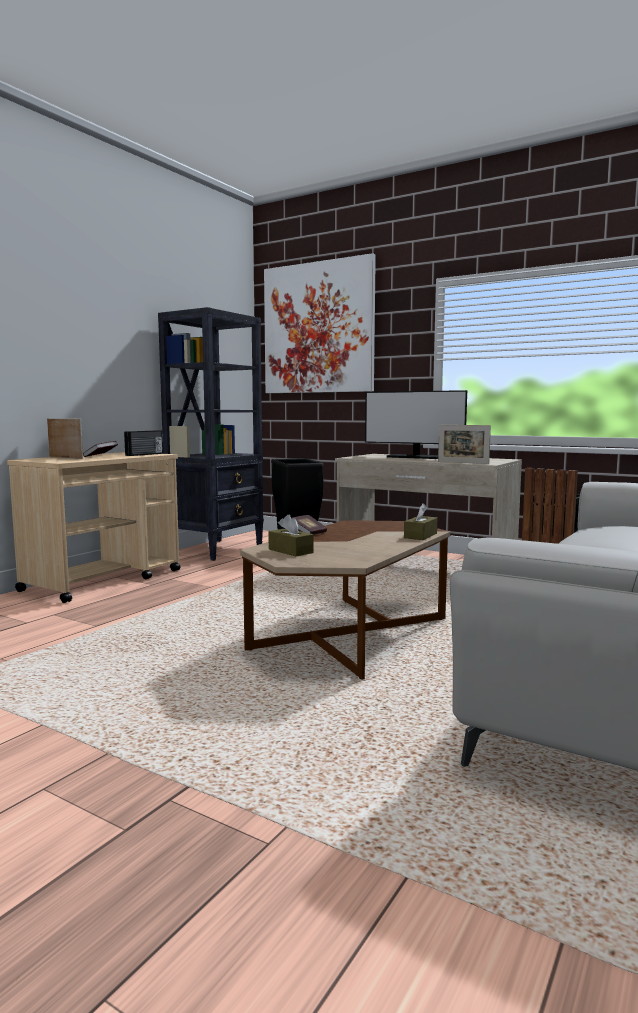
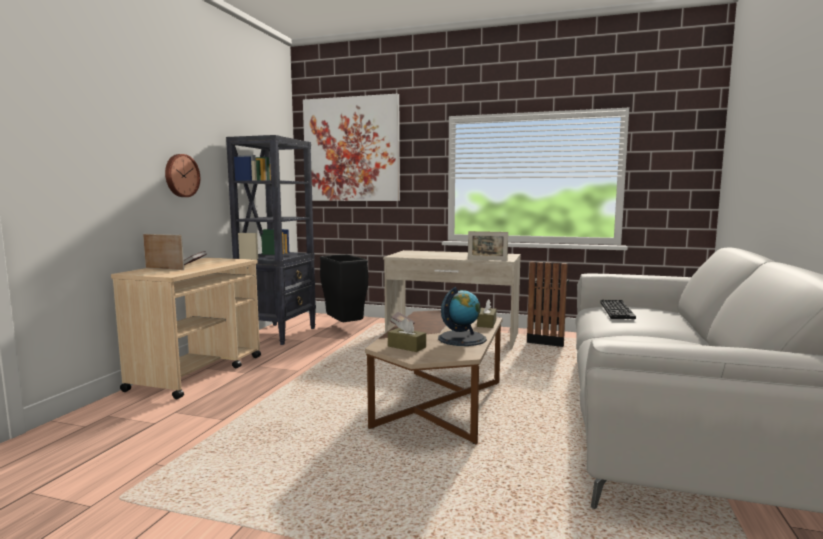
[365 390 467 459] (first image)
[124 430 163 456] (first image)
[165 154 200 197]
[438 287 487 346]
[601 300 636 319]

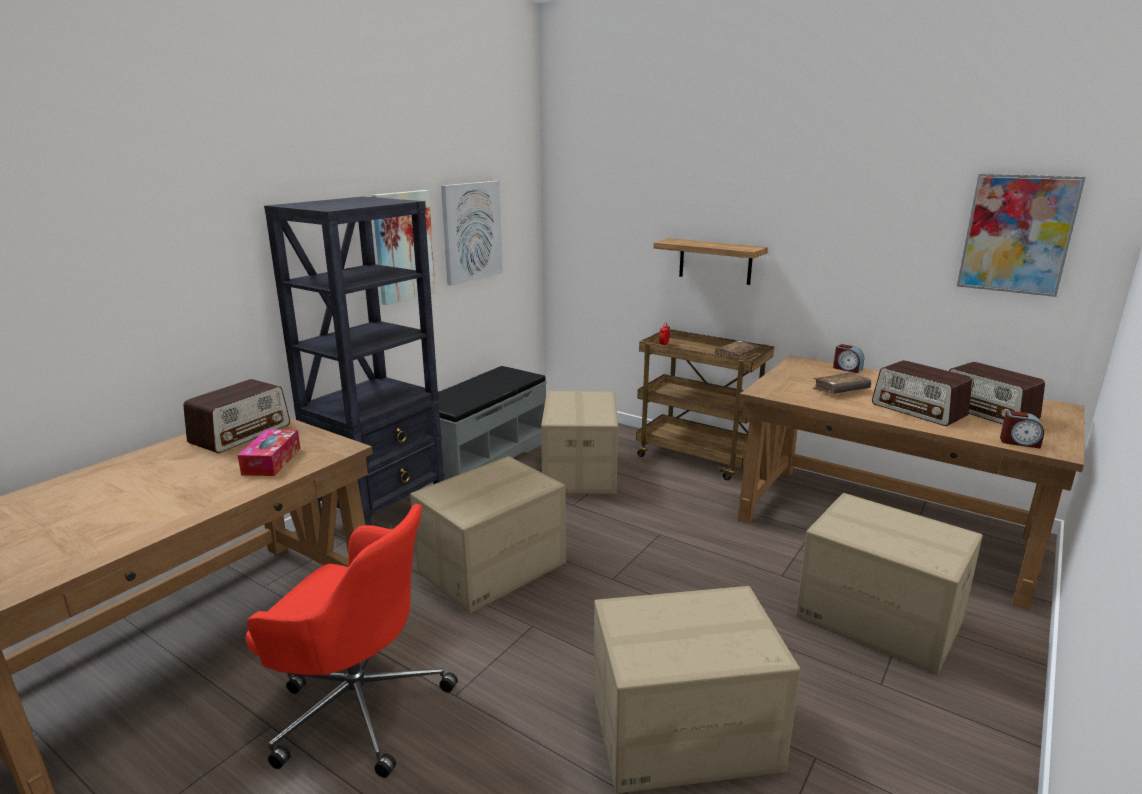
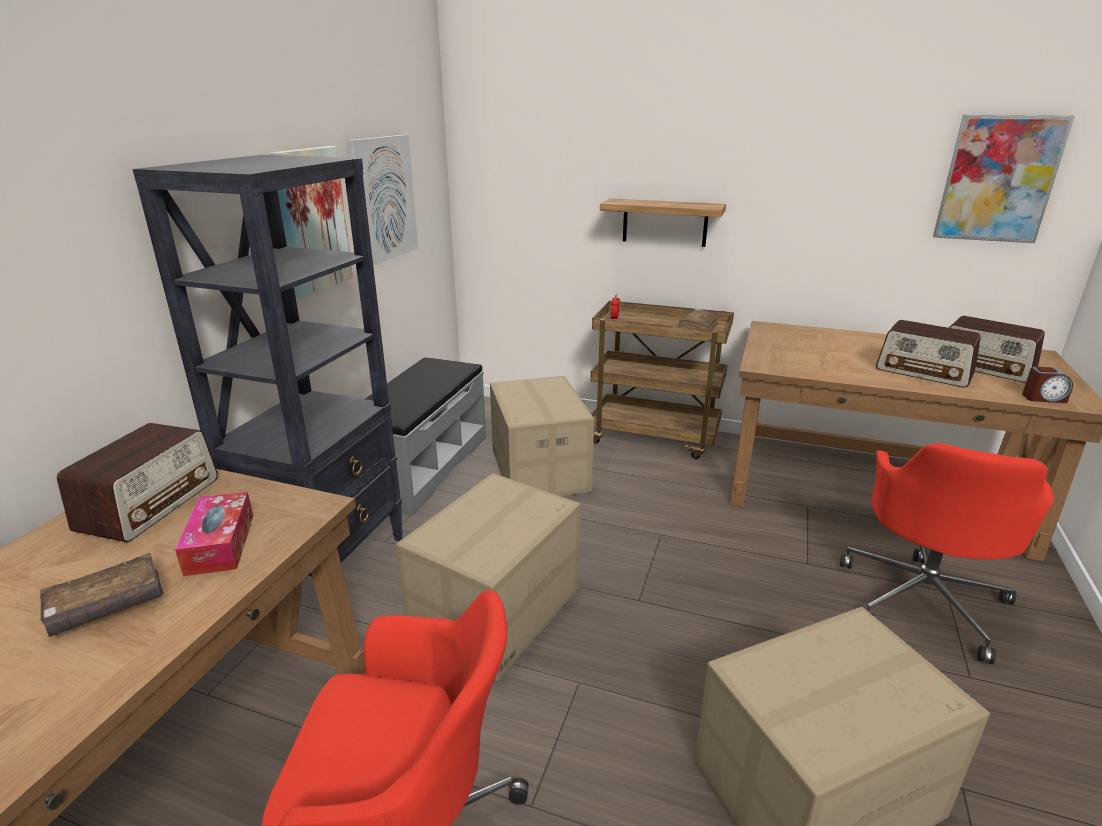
[833 344 864 373] (first image)
[40 553 164 637]
[840 443 1054 664]

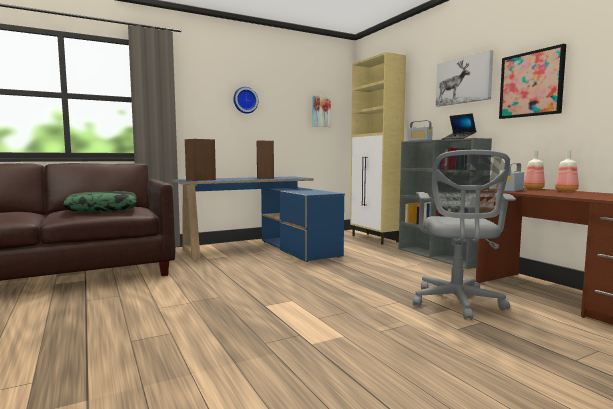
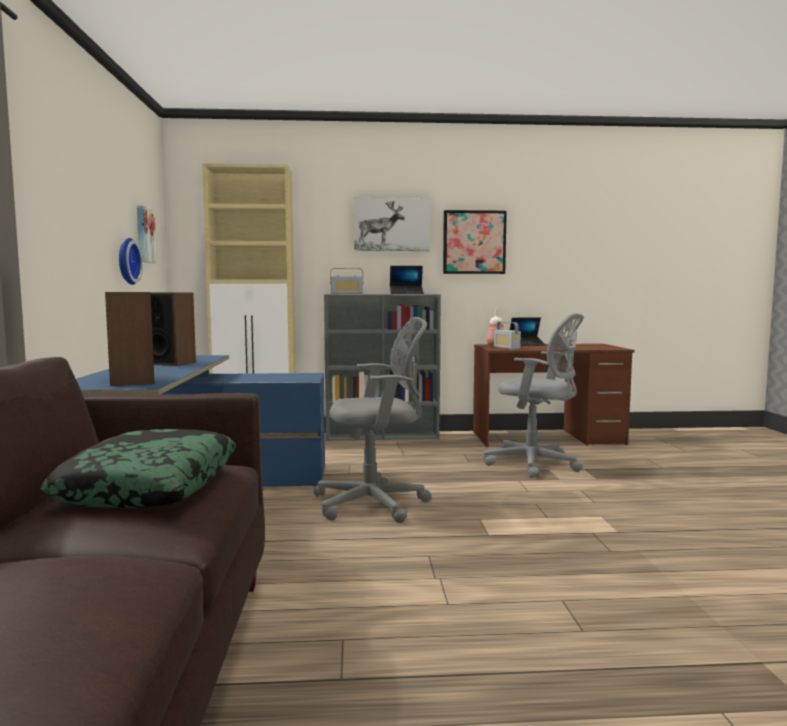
[119 238 143 285]
[510 317 546 346]
[313 317 432 523]

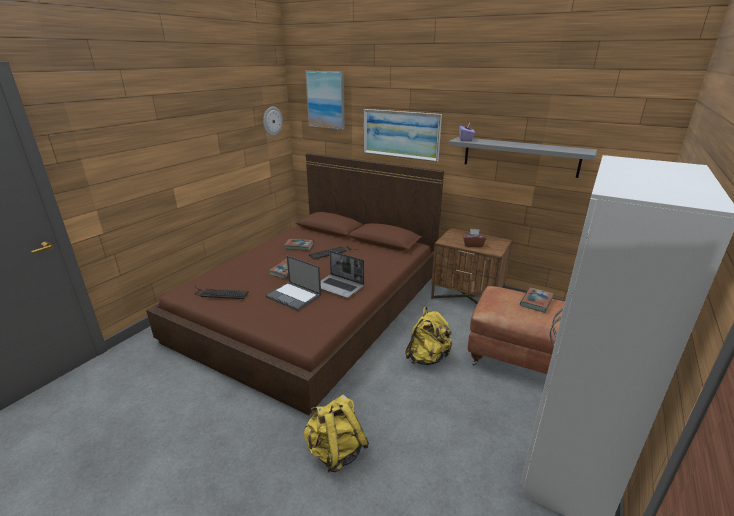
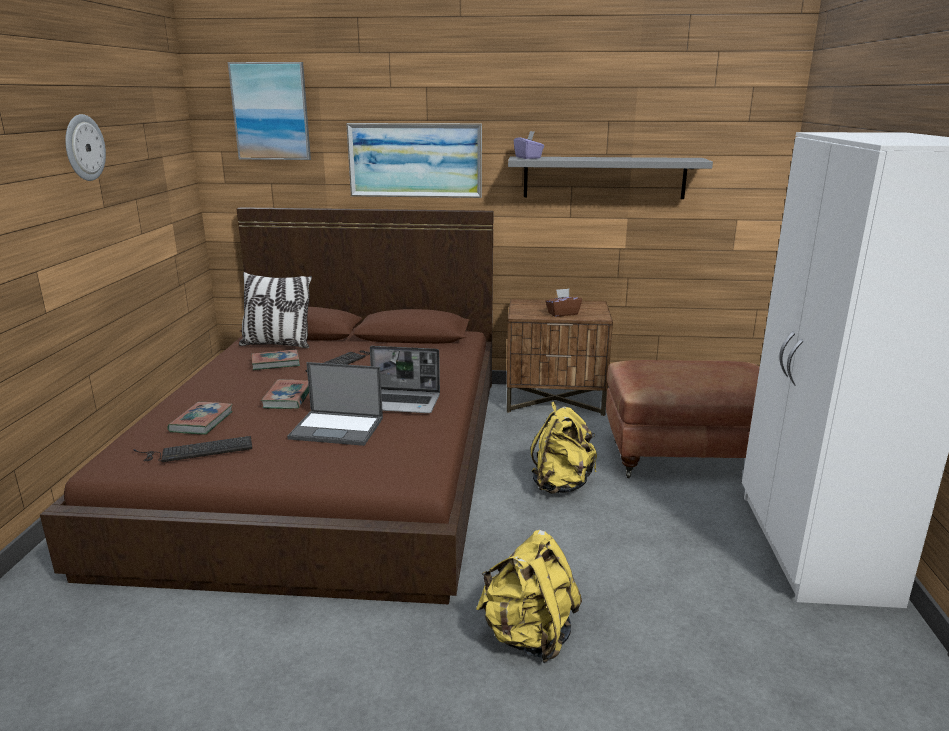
[65 114 106 181]
[167 402 233 435]
[239 272 312 348]

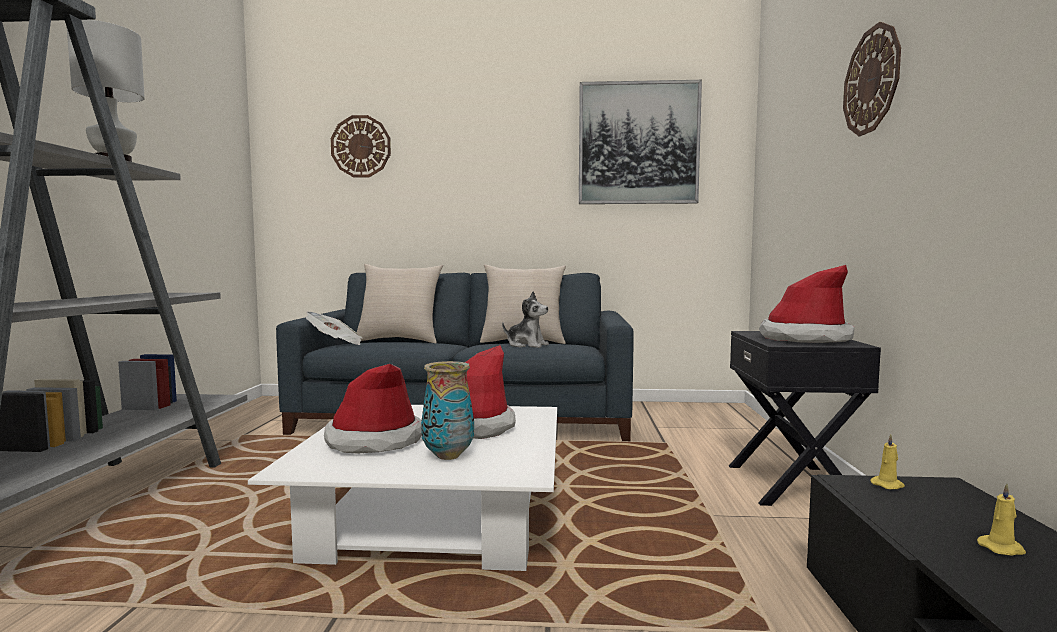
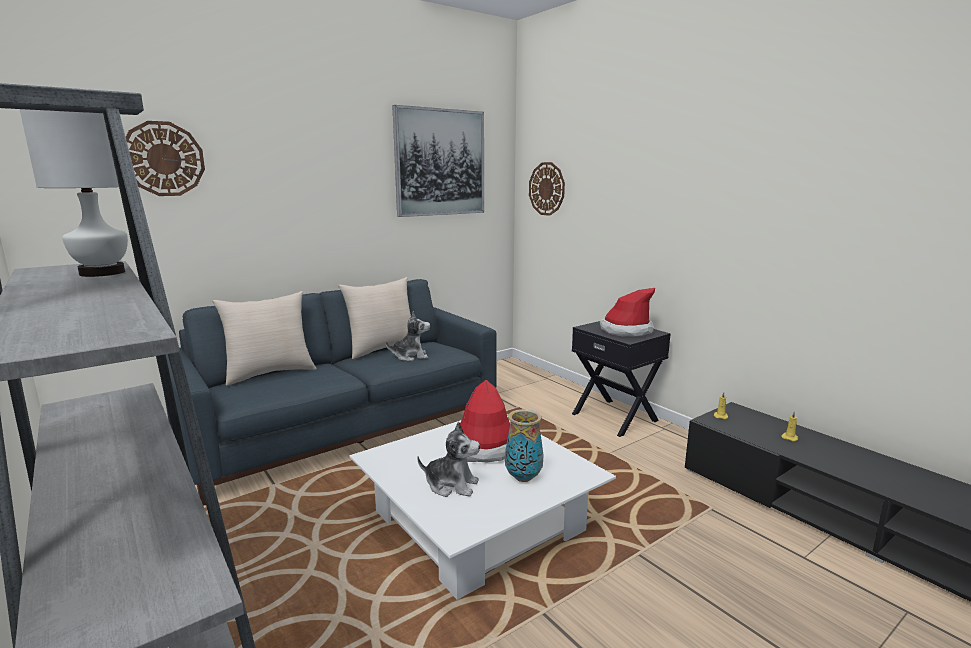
[529 162 565 216]
[306 311 363 345] (first image)
[417 422 480 497]

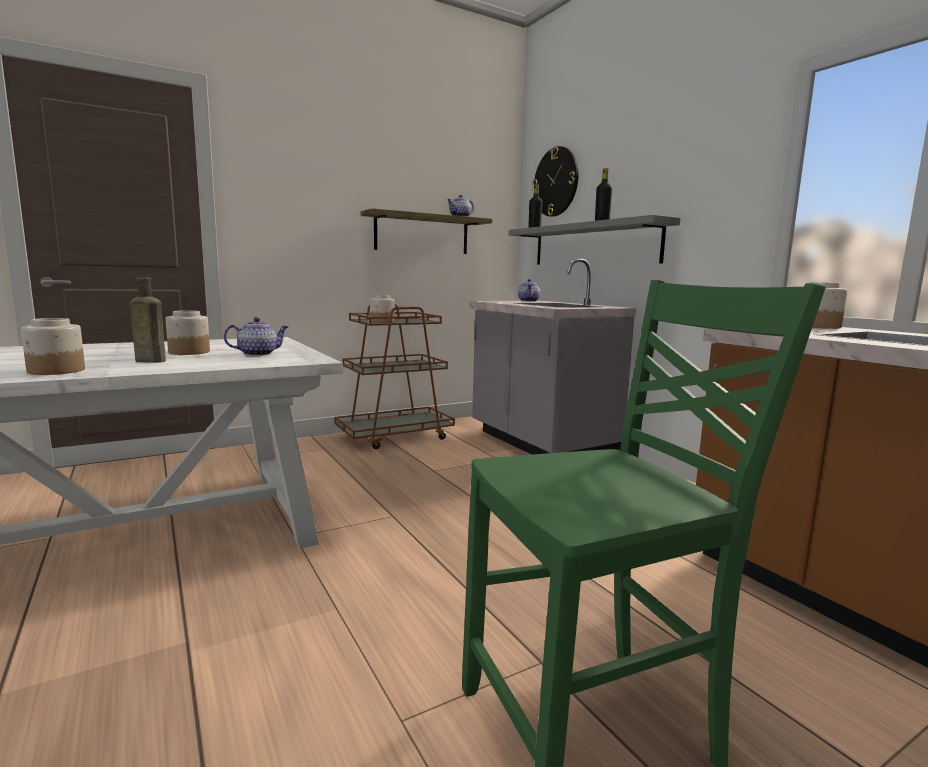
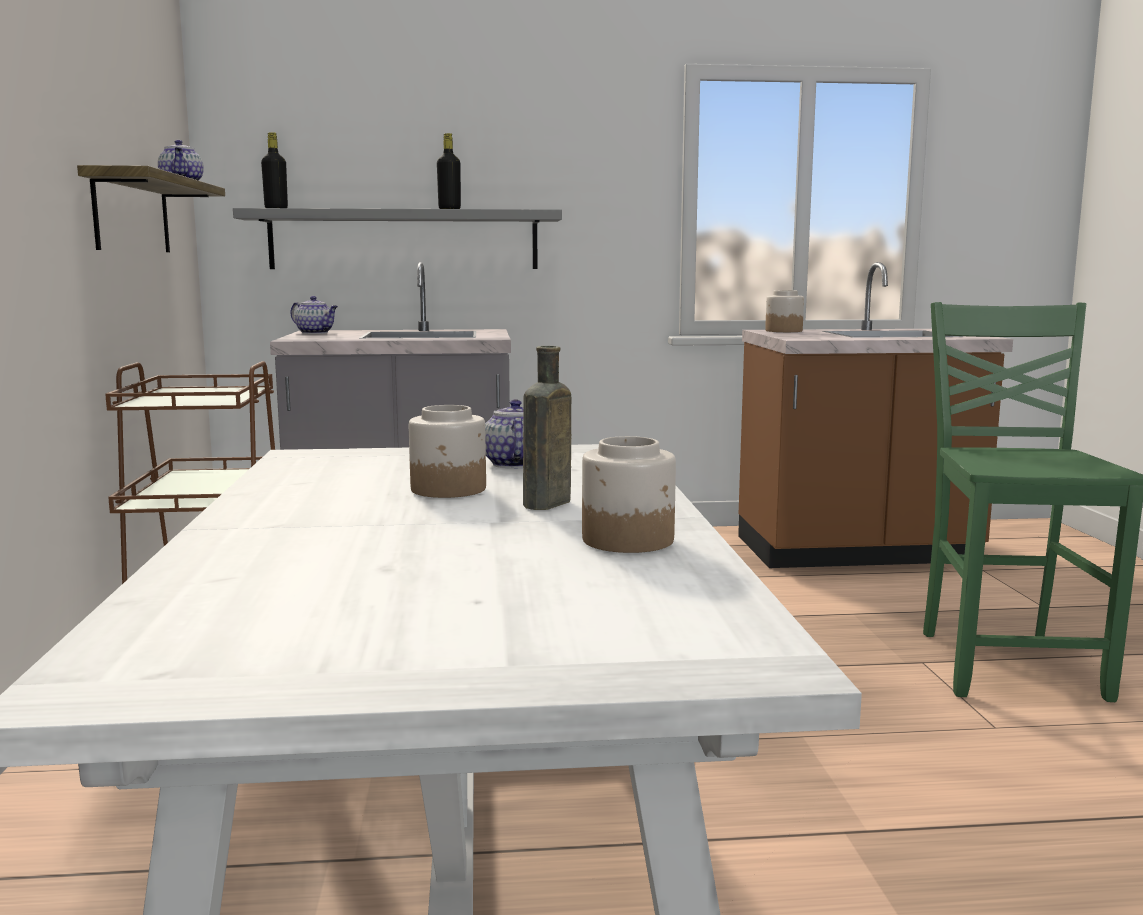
[532 146 579 217] (first image)
[370 295 395 323] (first image)

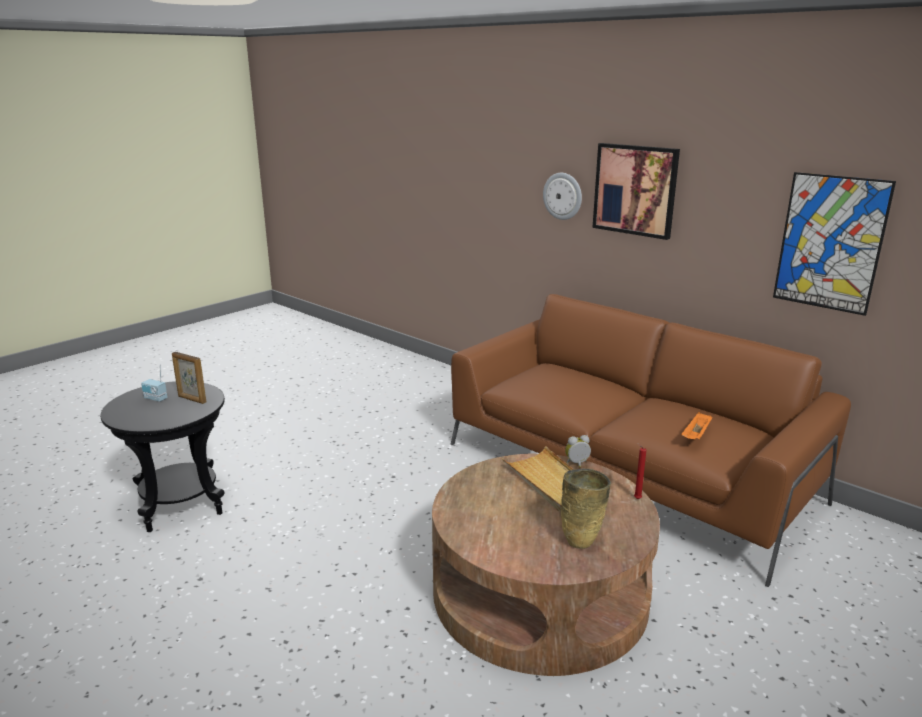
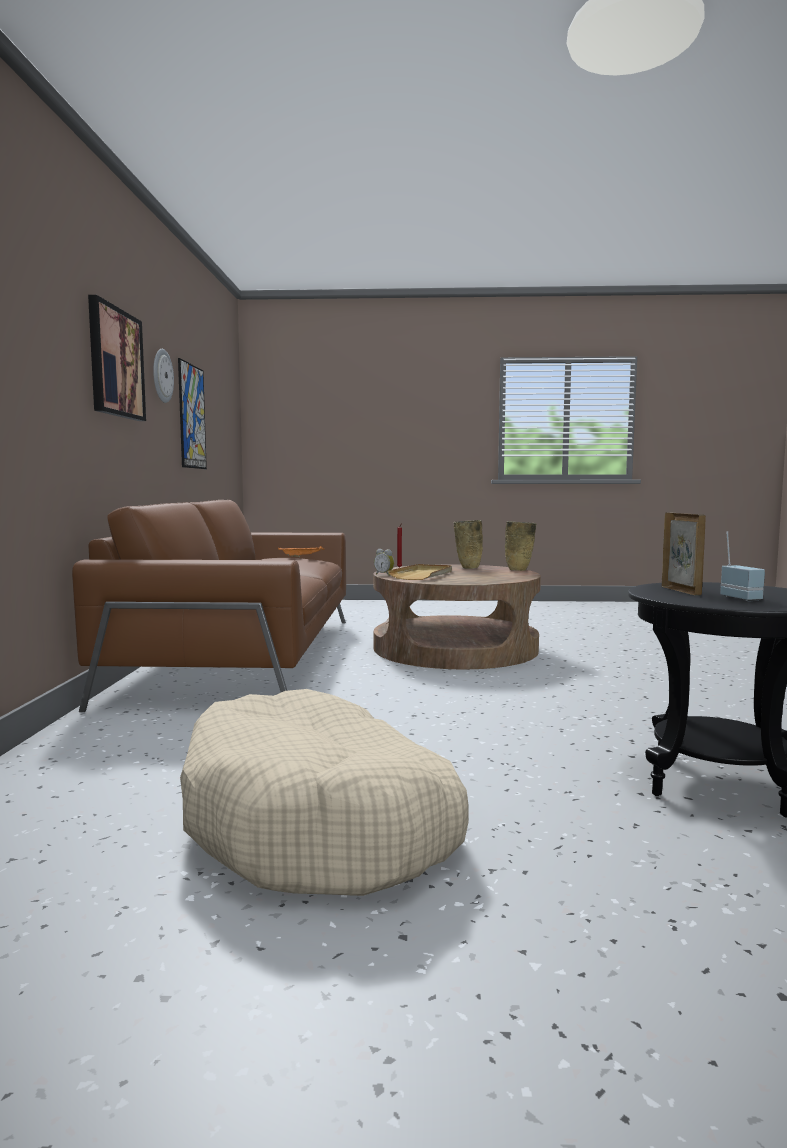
[153 349 174 403]
[505 521 536 571]
[180 689 469 896]

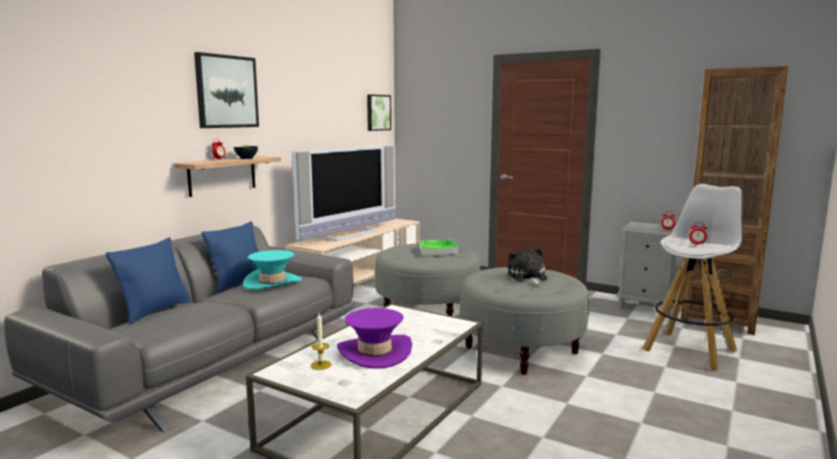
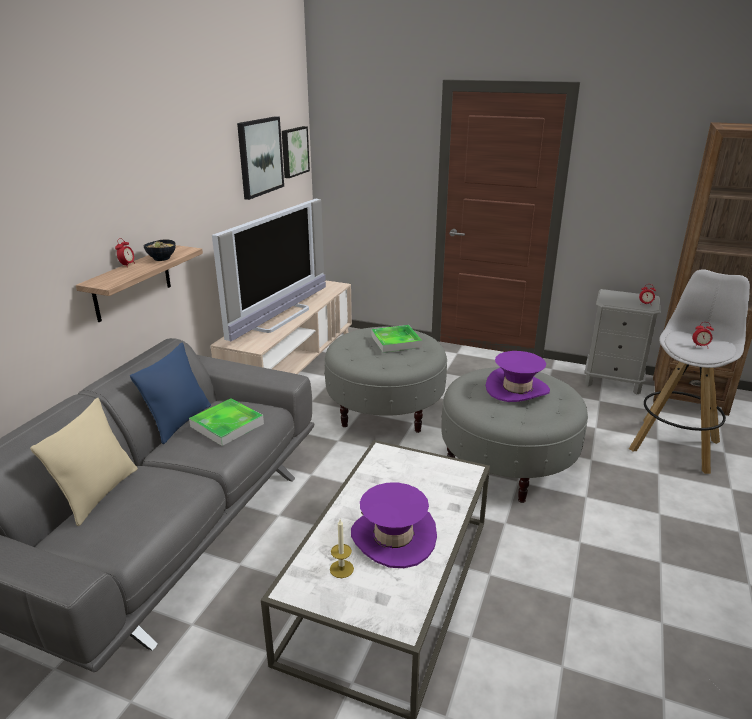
[237 116 284 200]
[30 398 138 527]
[485 351 550 402]
[189 399 264 446]

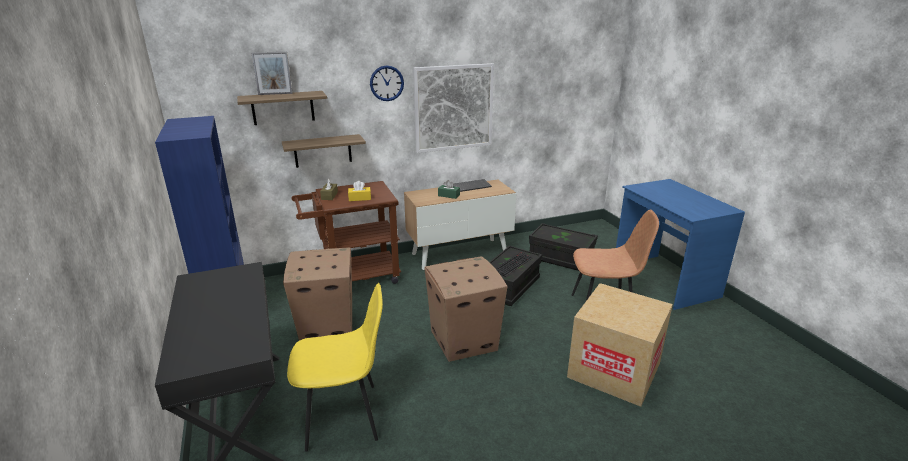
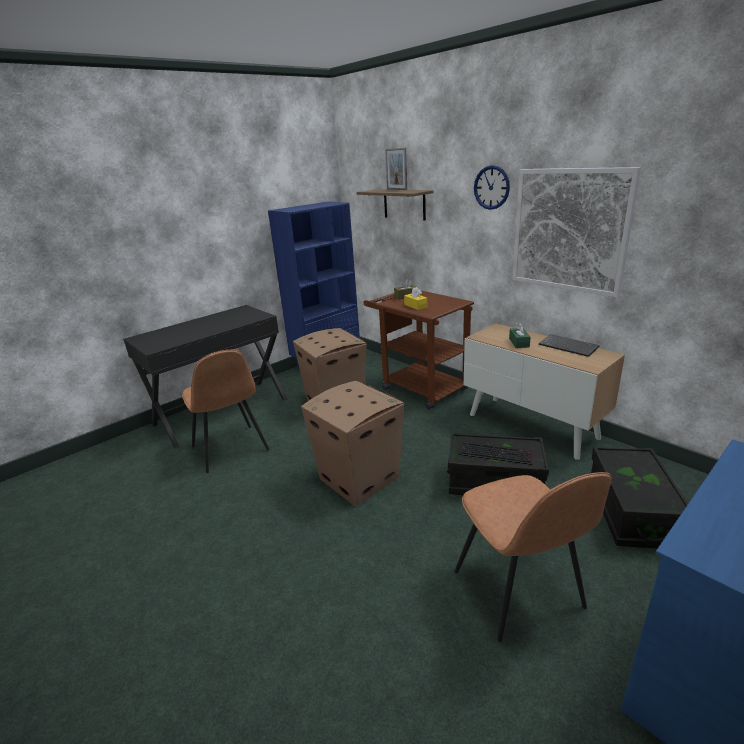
[282 134 366 168] (first image)
[182 350 269 473]
[567 283 673 407] (first image)

